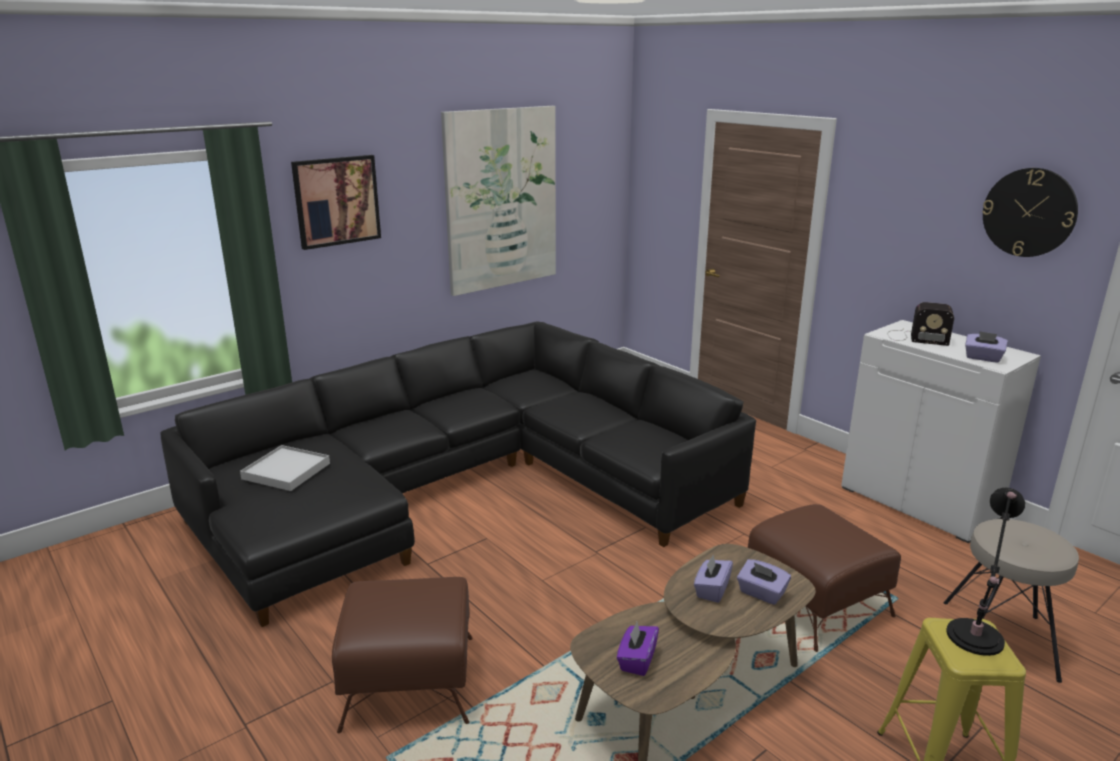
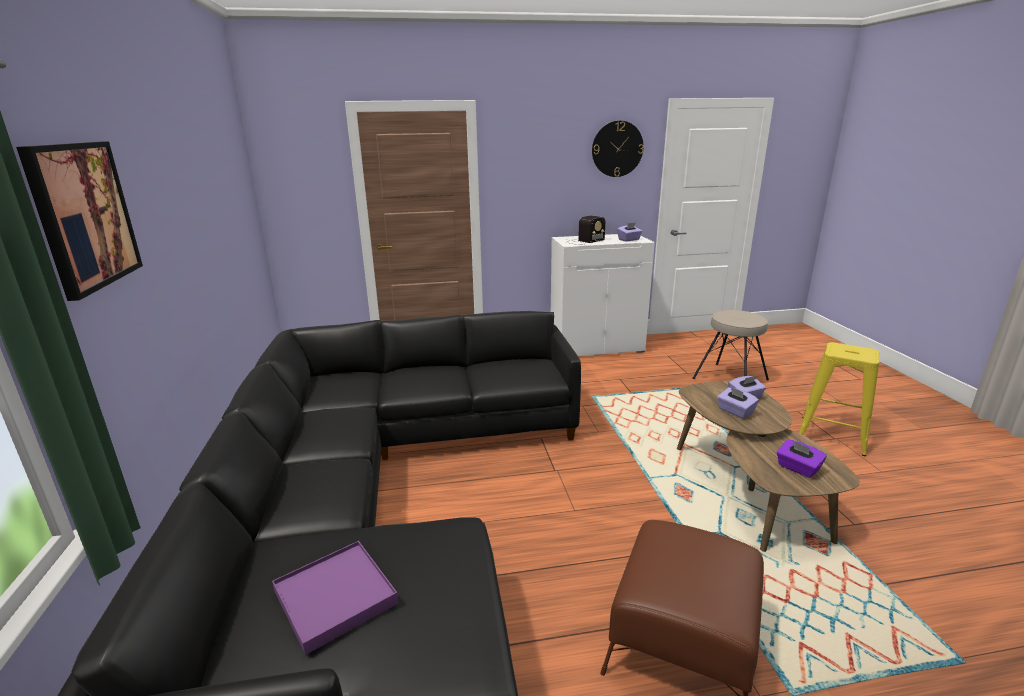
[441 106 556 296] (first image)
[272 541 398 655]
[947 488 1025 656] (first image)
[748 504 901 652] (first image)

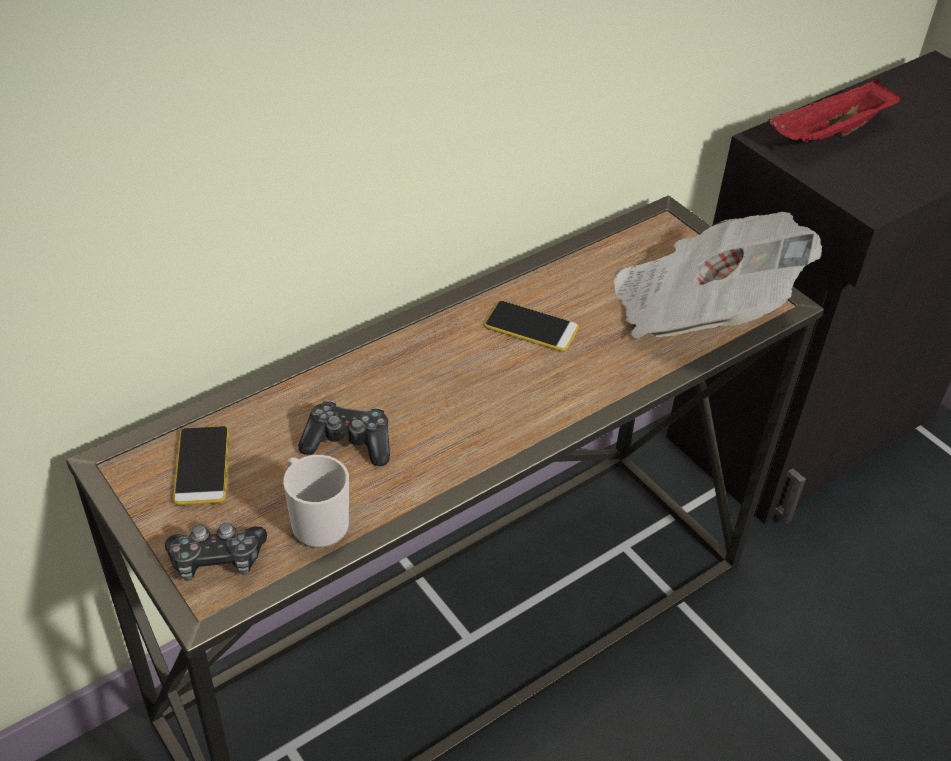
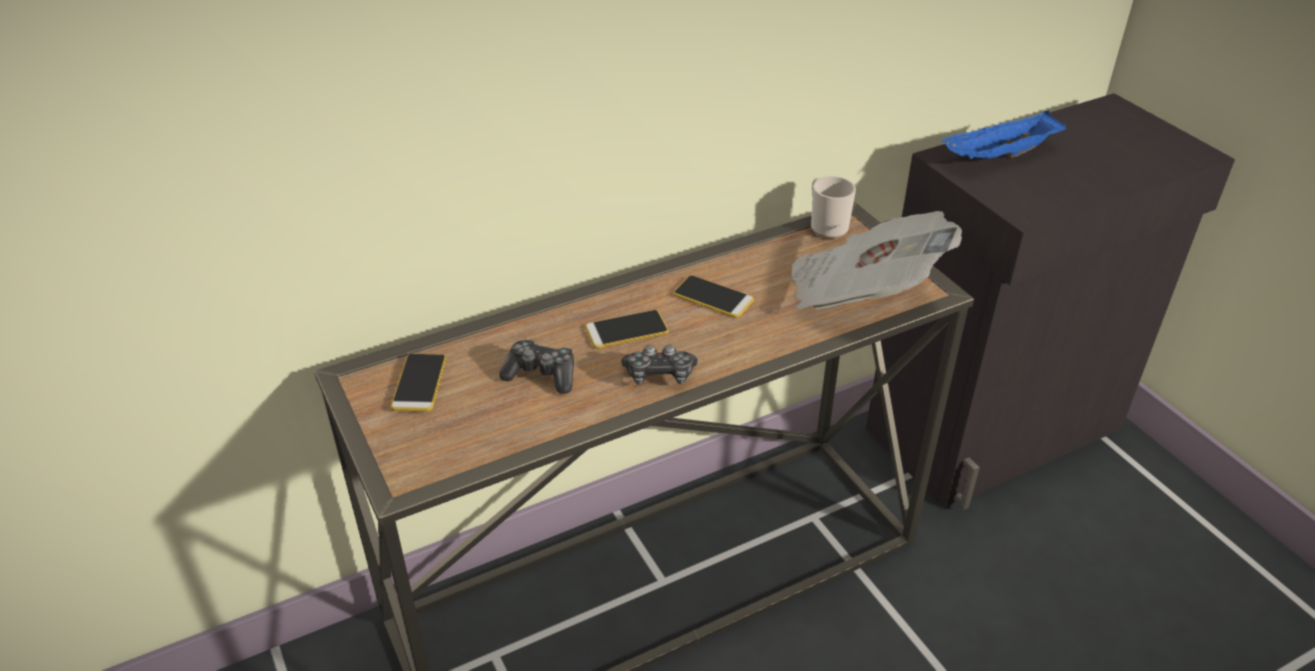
[942 110 1066 159]
[811 176 856 238]
[621 344 697 385]
[585 310 669 349]

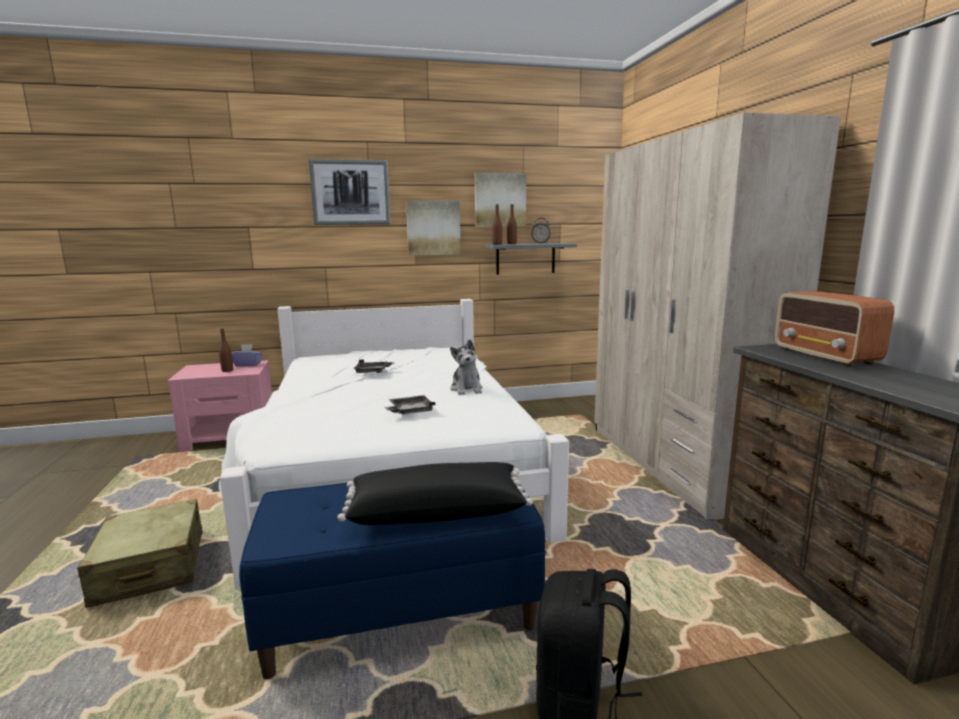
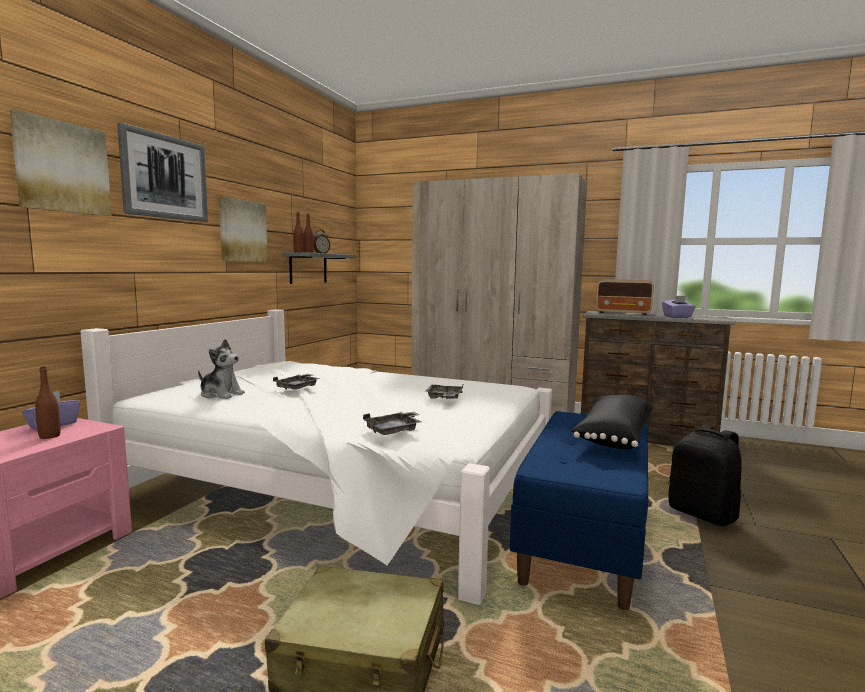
[10 109 112 216]
[198 339 245 399]
[662 296 696 317]
[363 412 421 435]

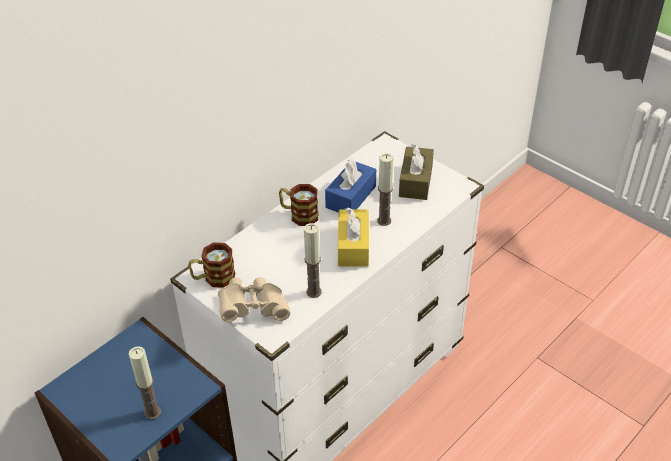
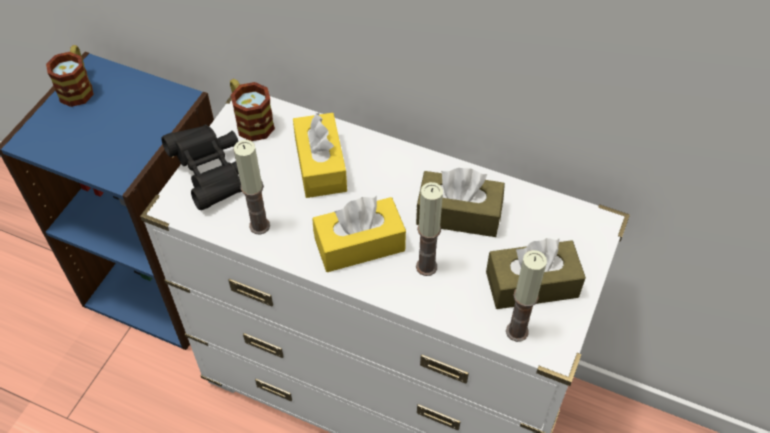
[416 168 505 237]
[46 45 94 107]
[162 124 242 210]
[506 250 547 342]
[293 113 347 198]

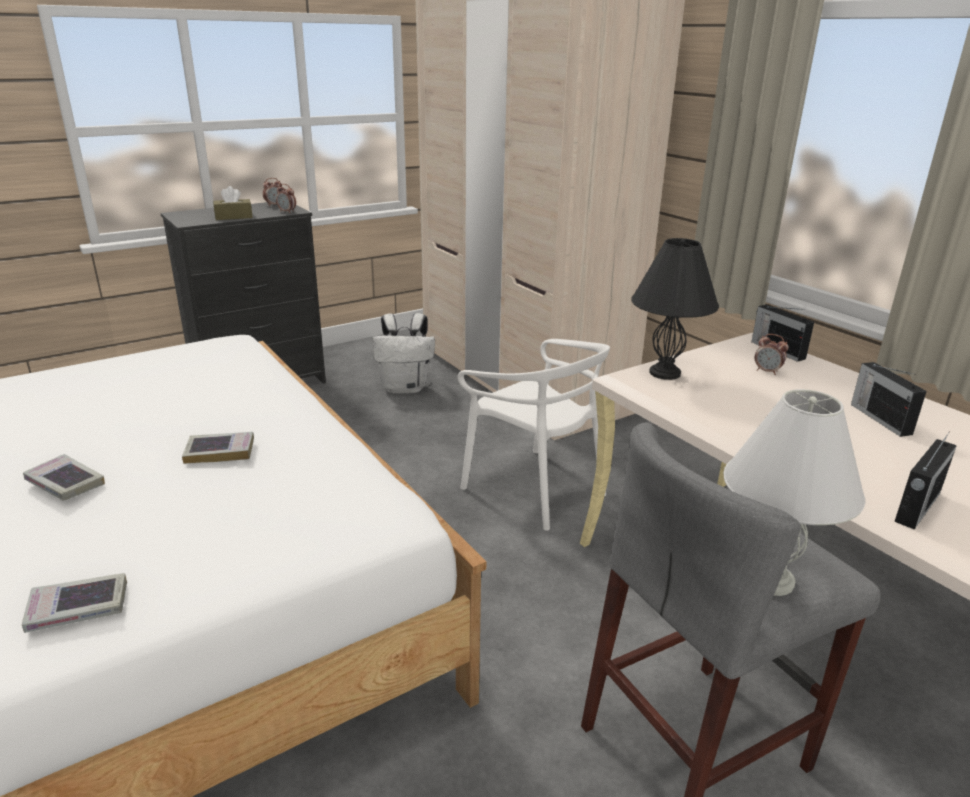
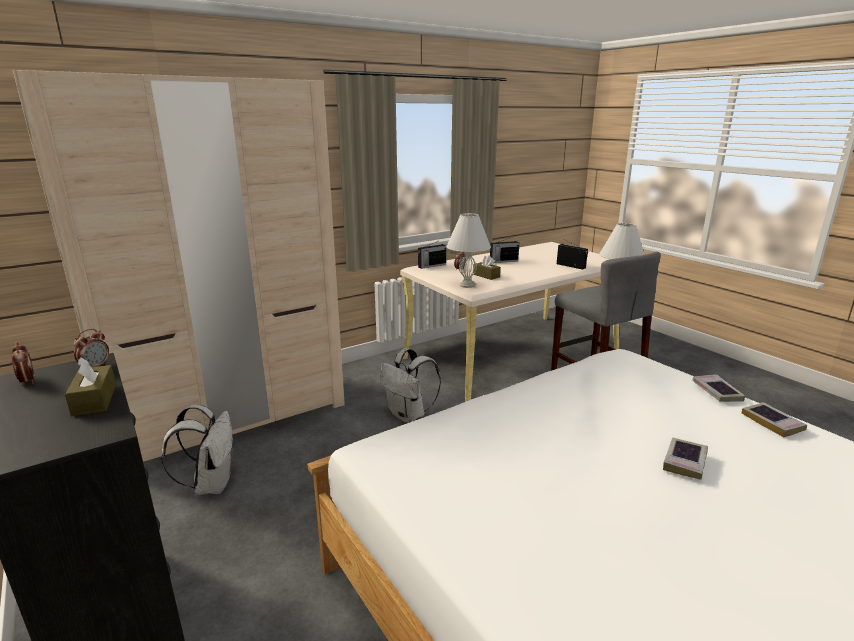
[446 213 491 288]
[380 348 441 423]
[692 374 745 402]
[473 255 501 280]

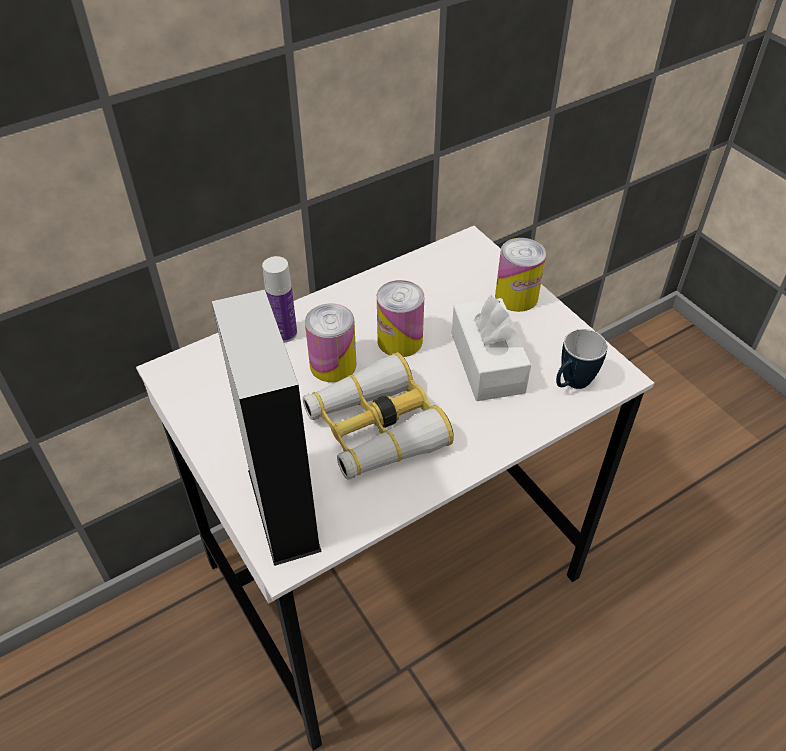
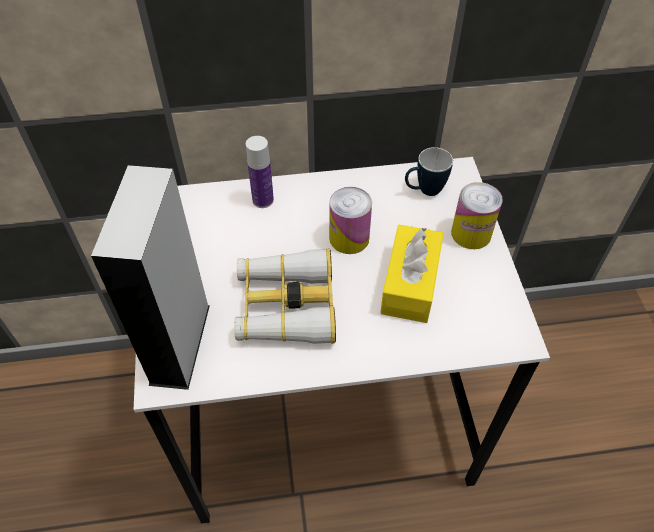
[380 225 444 323]
[305 304 356 382] (first image)
[405 147 453 196]

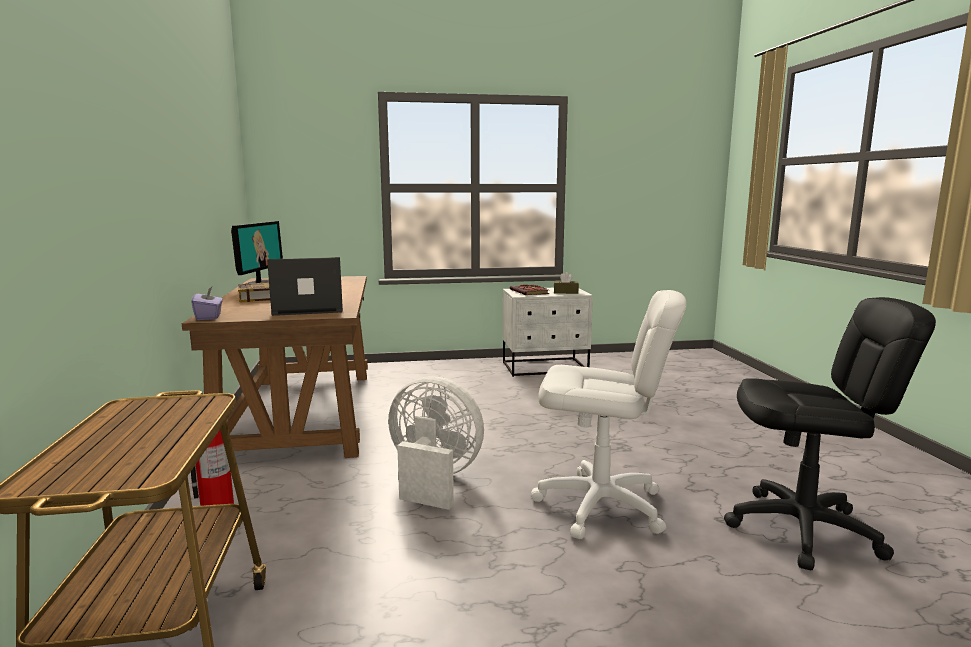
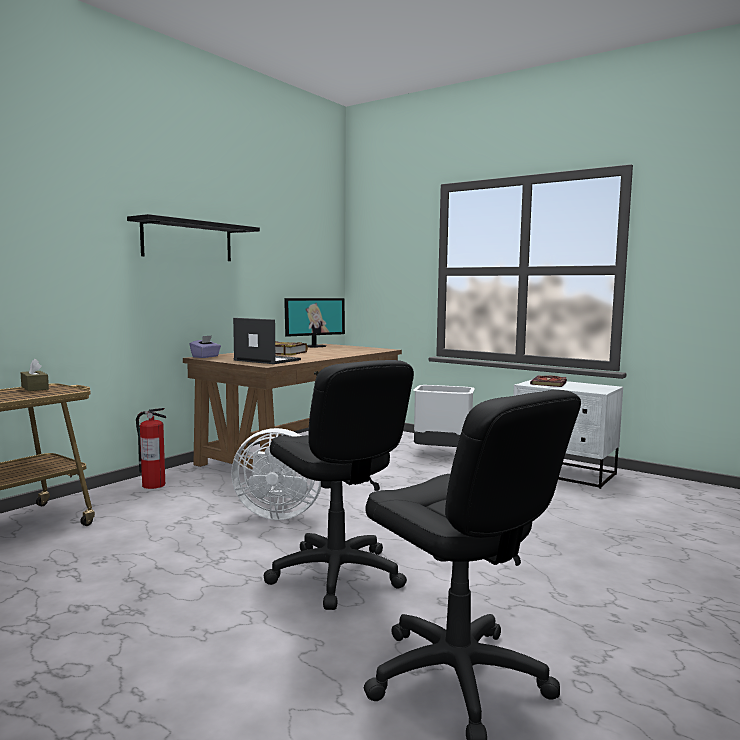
[20 359 49 391]
[264 360 414 610]
[231 428 321 520]
[127 214 260 261]
[414 385 475 447]

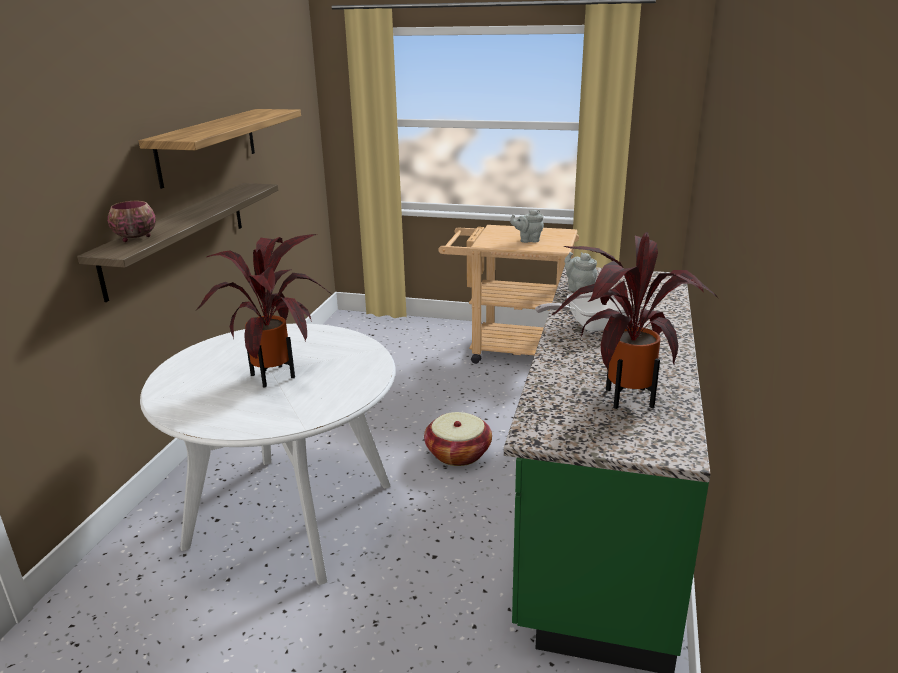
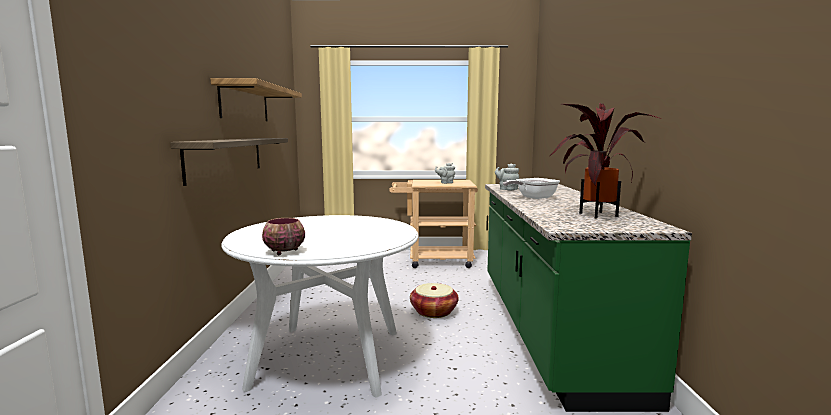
[262 218 305 255]
[196 234 331 387] (first image)

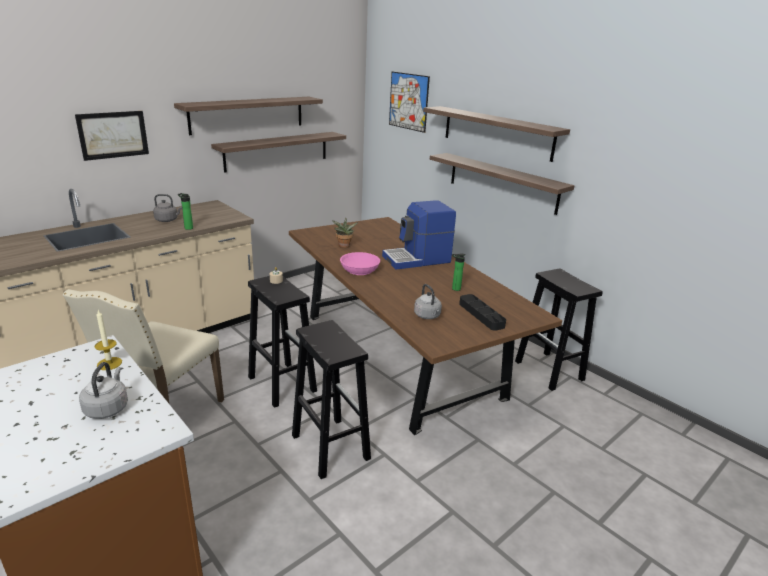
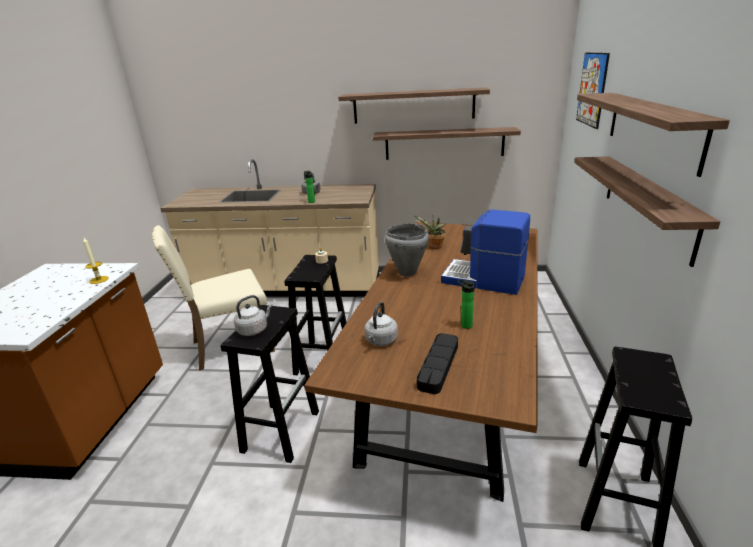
[75 111 149 161] (first image)
[385 223 429 277]
[234 295 273 336]

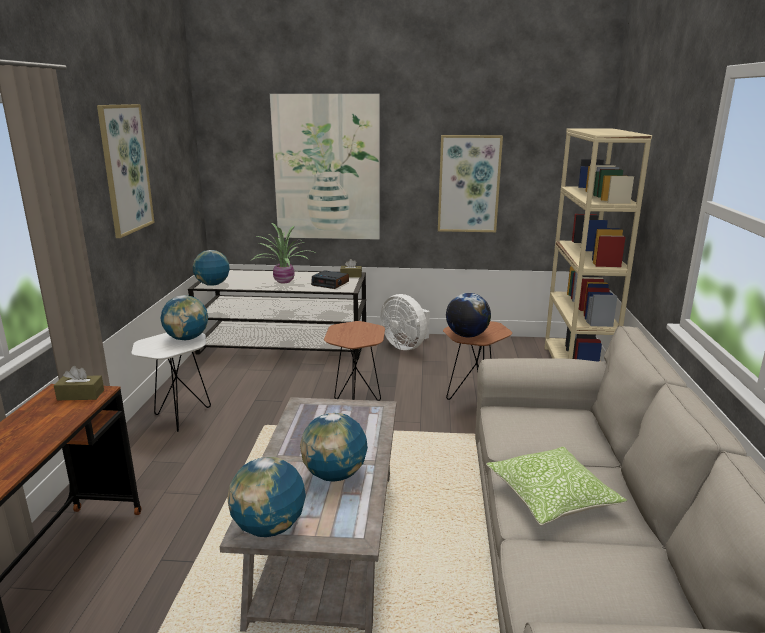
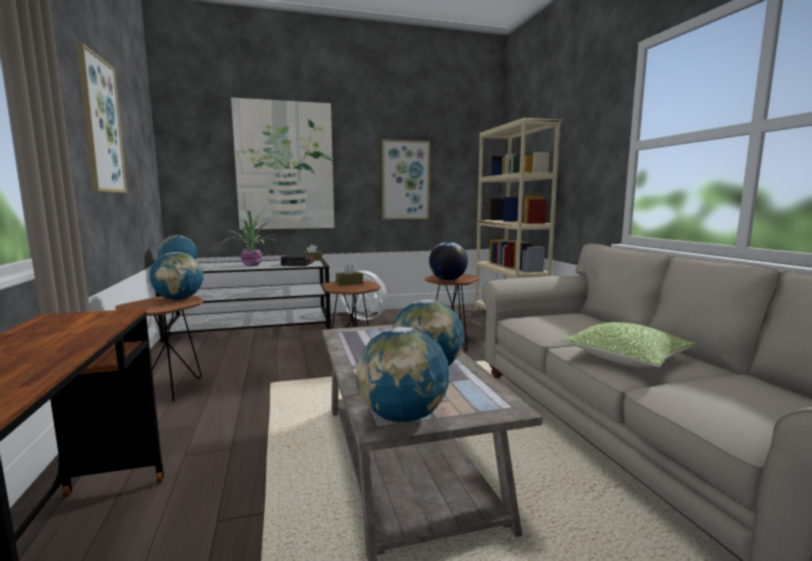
[115 296 204 402]
[336 263 363 286]

